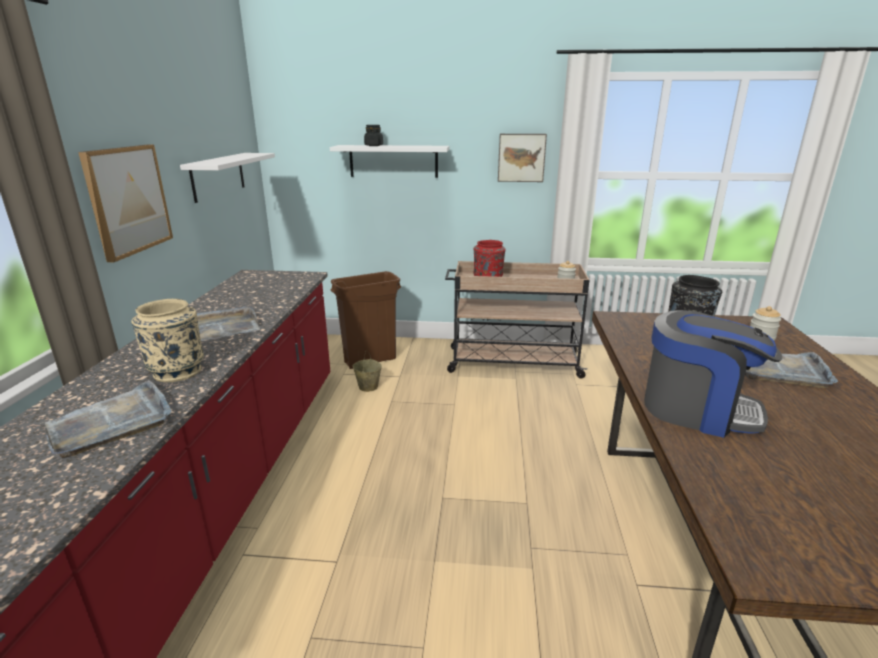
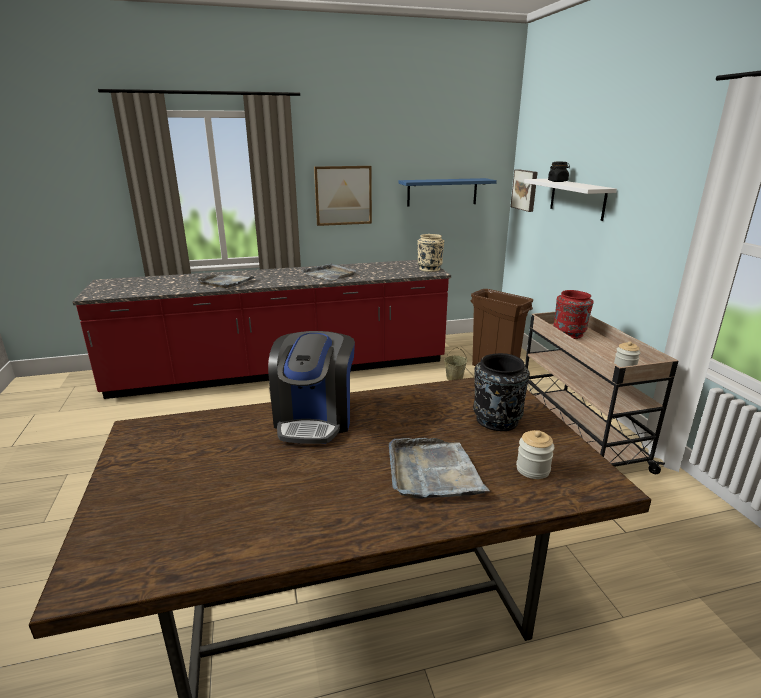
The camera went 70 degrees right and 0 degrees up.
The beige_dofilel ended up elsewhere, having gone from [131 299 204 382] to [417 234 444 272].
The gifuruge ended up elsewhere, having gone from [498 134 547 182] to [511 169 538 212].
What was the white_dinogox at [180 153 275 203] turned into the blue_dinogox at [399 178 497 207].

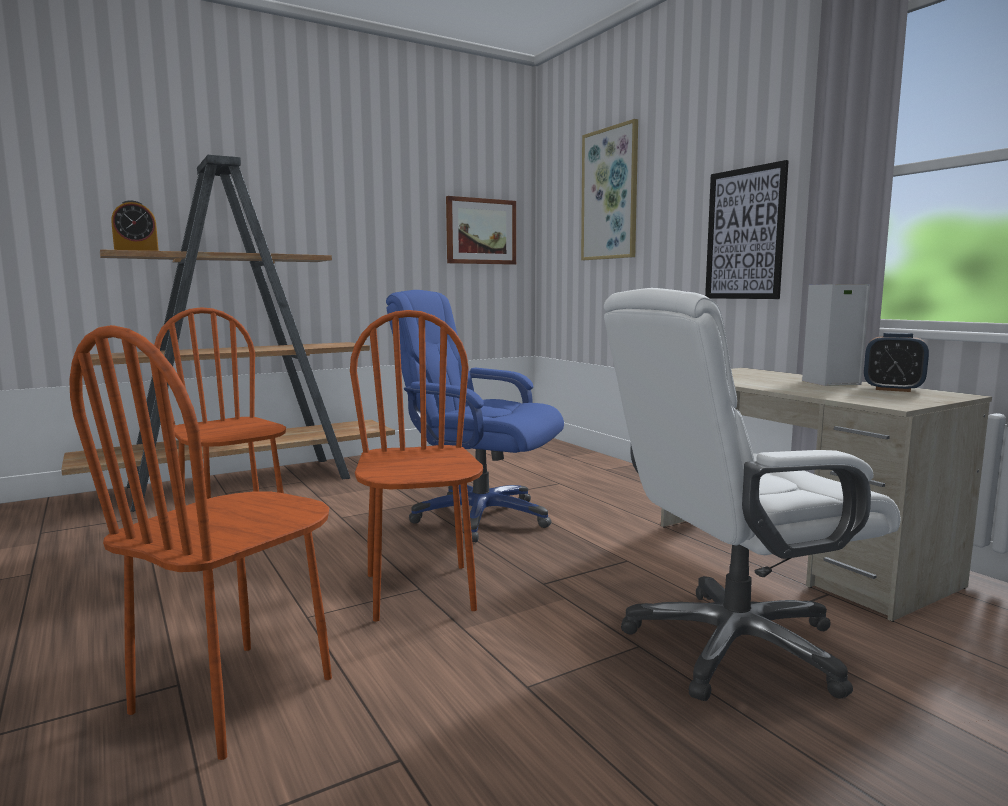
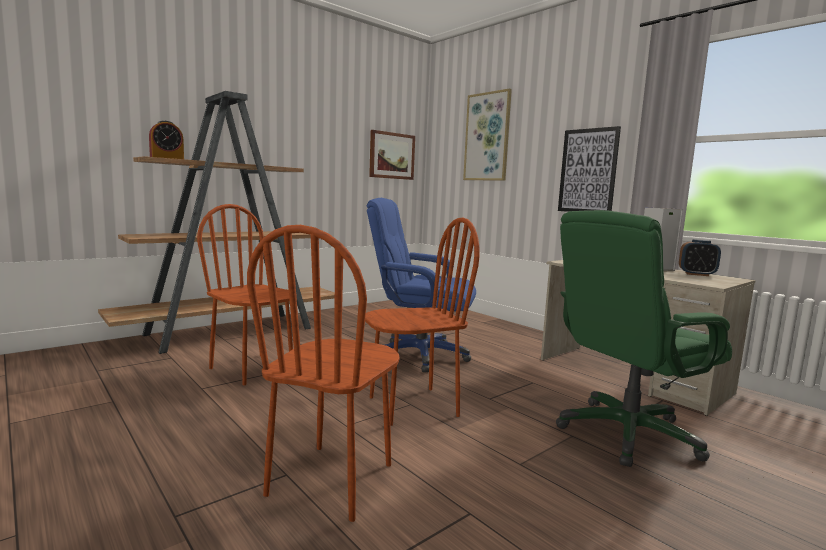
The camera went 10 degrees left and 0 degrees up.
What was the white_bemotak at [604 288 901 701] turned into the green_bemotak at [556 210 732 467].
The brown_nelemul at [350 310 483 622] ended up facing another way, 90 degrees clockwise from before.

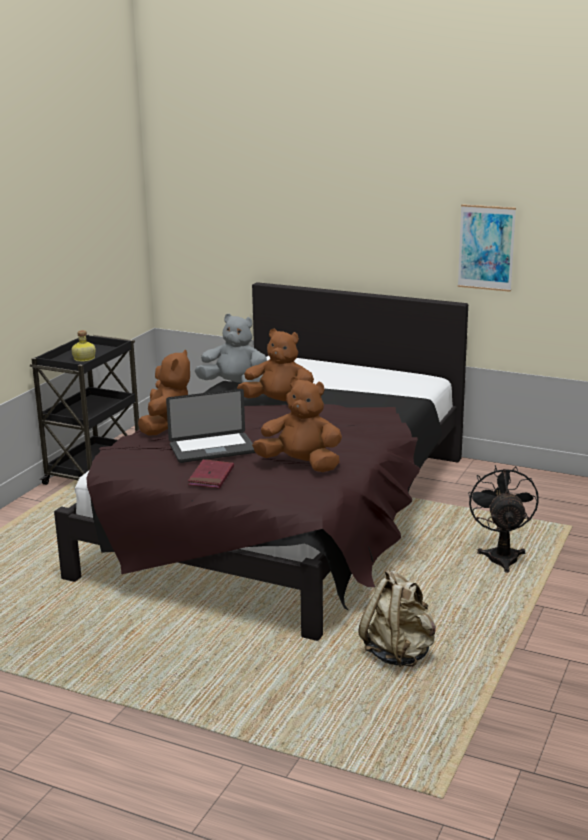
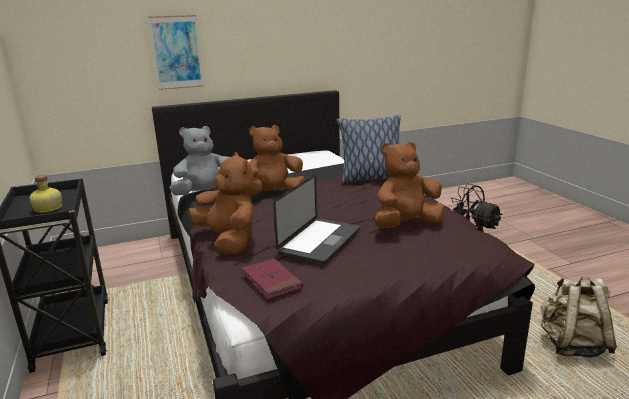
The camera went 45 degrees left and 0 degrees up.
The second view gained the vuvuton at [336 115 401 184].
The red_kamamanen ended up elsewhere, having gone from [188 459 234 489] to [242 259 303 300].
The gifuruge ended up elsewhere, having gone from [458 204 516 292] to [148 15 204 90].

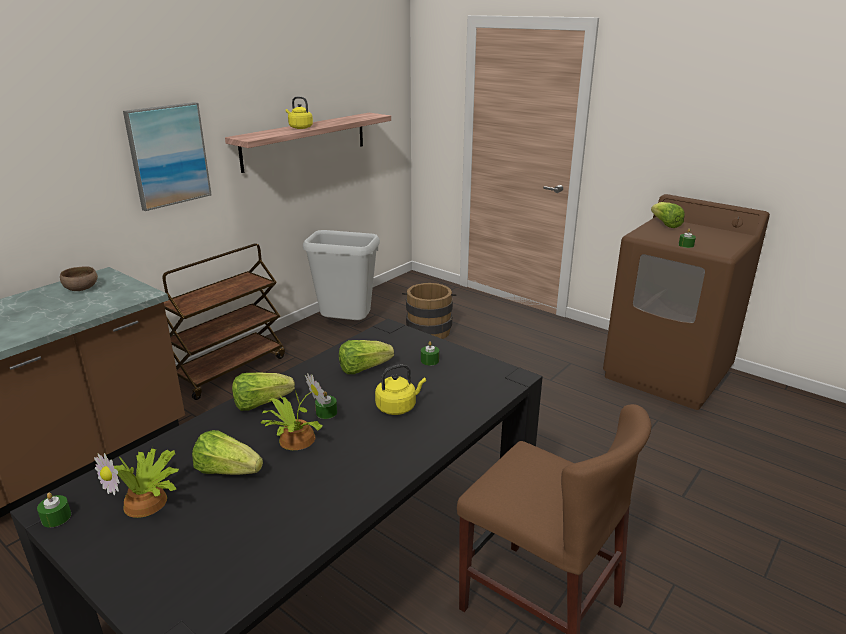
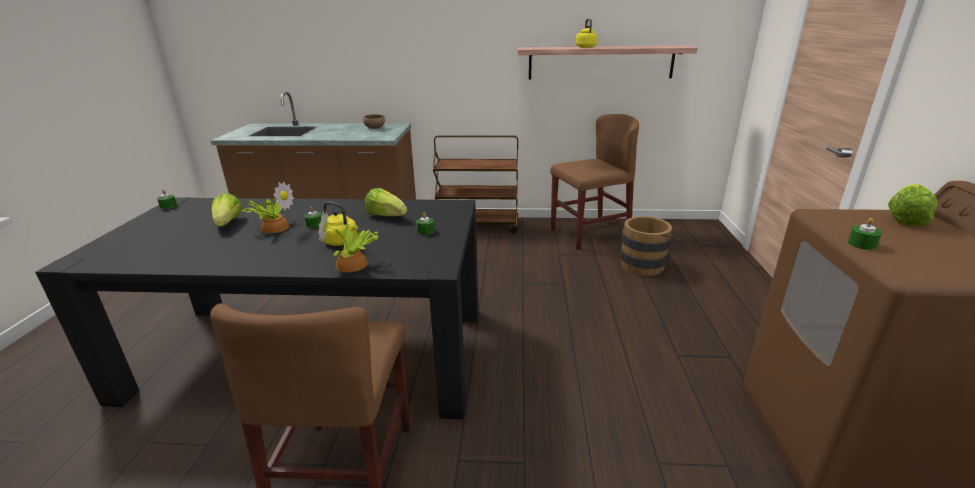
The camera went 55 degrees right and 0 degrees up.
The second view lost the gifuruge at [123 102 212 211].
The second view lost the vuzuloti at [232 372 295 411].
The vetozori ended up elsewhere, having gone from [94 449 179 518] to [318 210 379 272].
Where the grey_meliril stood at [303 230 380 320], the brown_nelemul came to stand at [550 114 639 250].

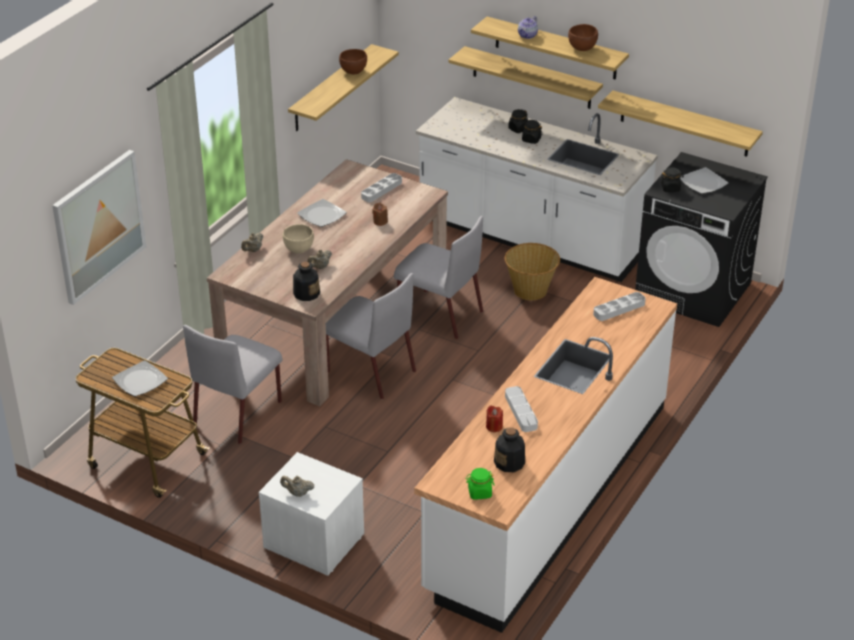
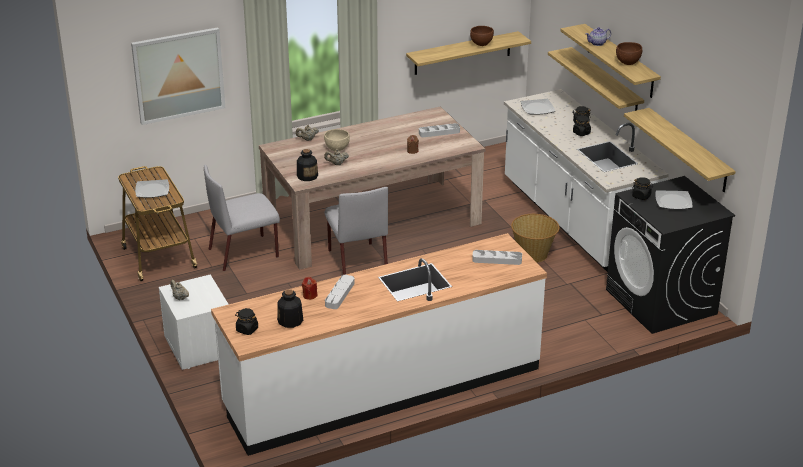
The camera went 35 degrees right and 5 degrees down.
The second view lost the grey_nelemul at [394 216 483 339].
The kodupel ended up elsewhere, having gone from [297 199 347 227] to [521 99 555 115].
What was the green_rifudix at [465 468 495 499] turned into the black_rifudix at [235 308 258 335].

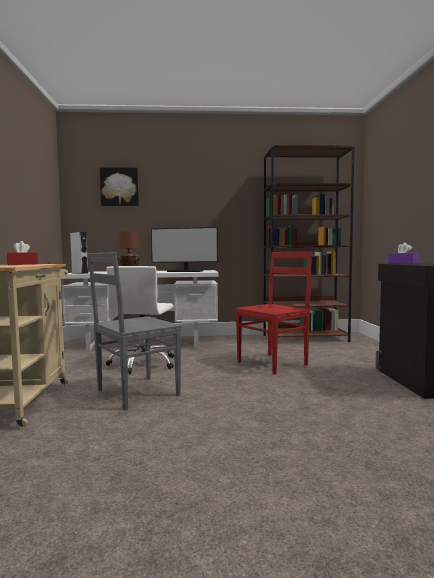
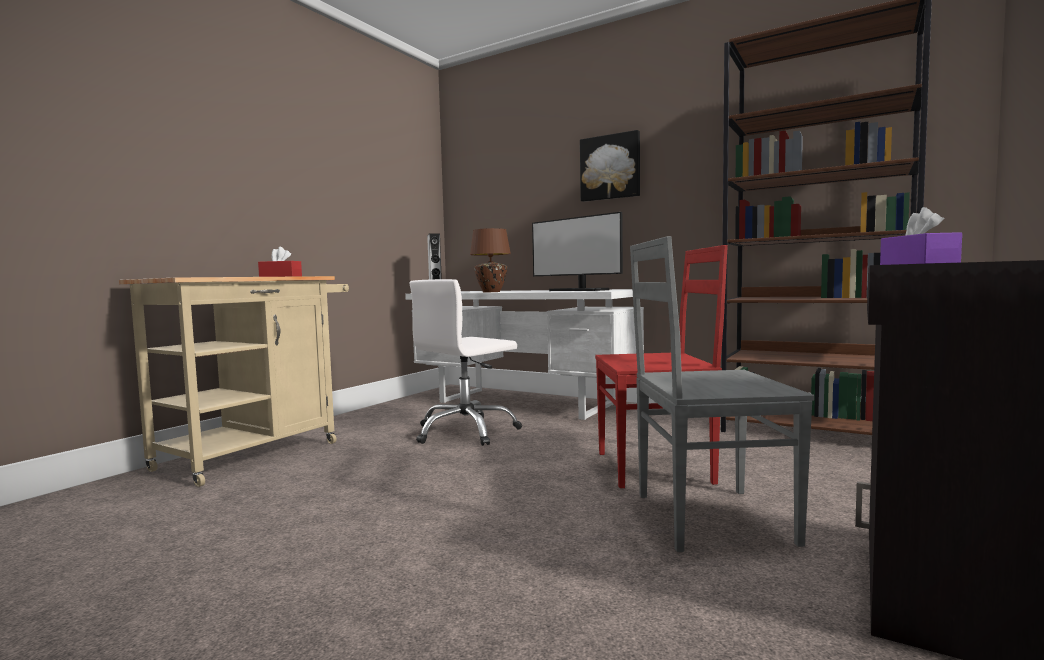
The camera went 35 degrees right and 0 degrees up.
The grey_nelemul ended up elsewhere, having gone from [88 252 182 410] to [630 236 814 552].
The gifuruge ended up elsewhere, having gone from [100 167 139 206] to [580 130 640 202].

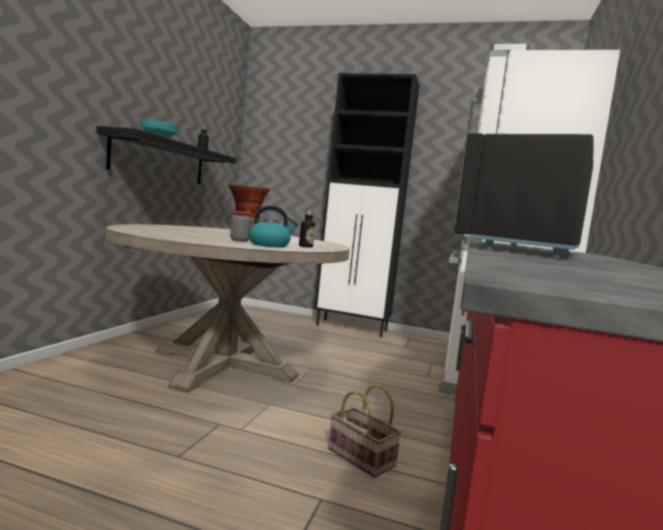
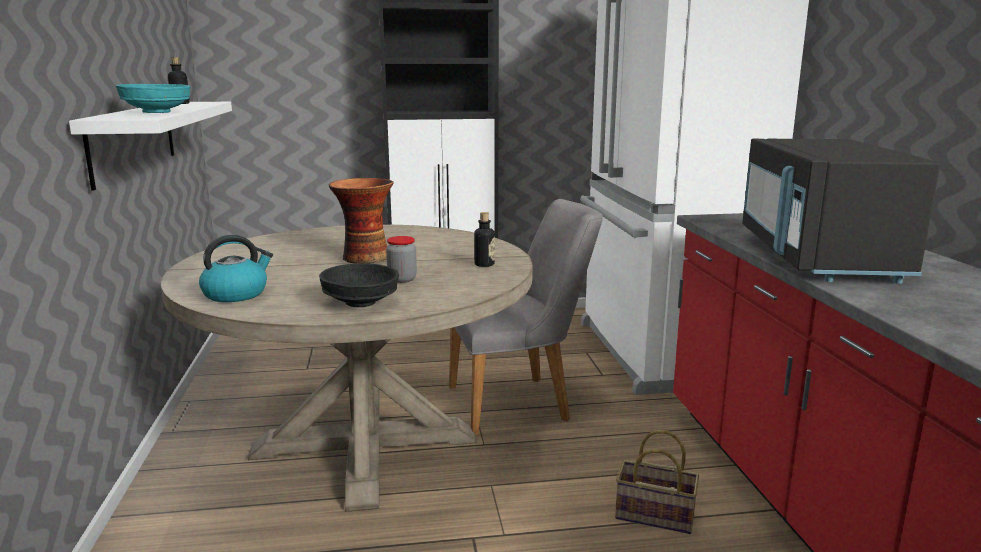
The camera went 25 degrees left and 10 degrees up.
The second view gained the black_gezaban at [319 263 399 307].
The second view gained the grey_nelemul at [449 199 603 436].
The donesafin ended up elsewhere, having gone from [249 205 298 247] to [199 235 273 302].
What was the black_dinogox at [96 126 236 184] turned into the white_dinogox at [69 102 232 191].

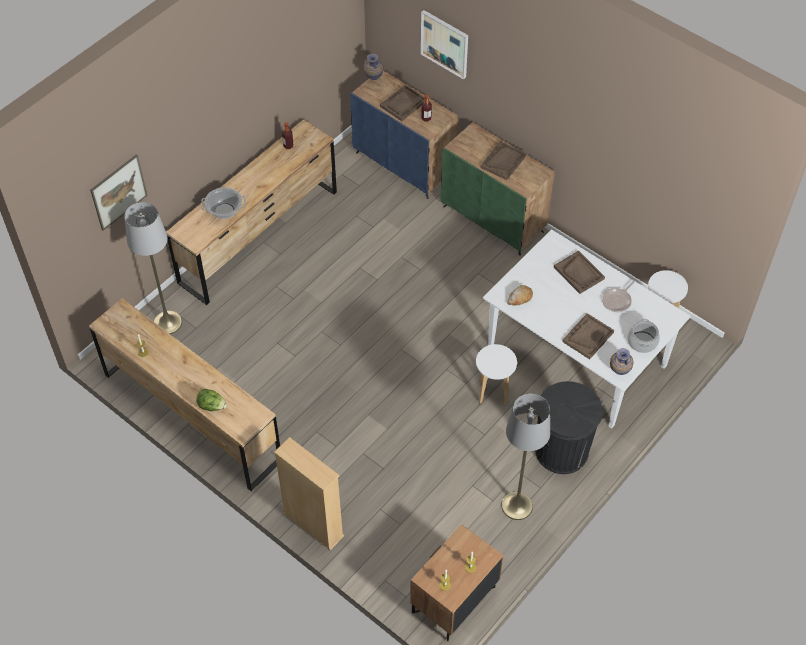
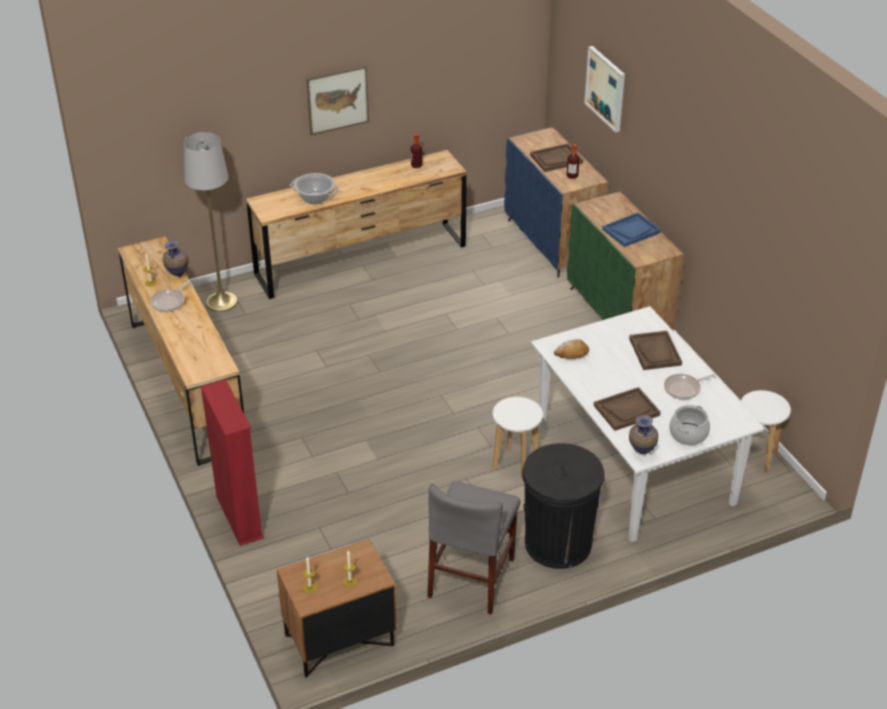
The camera went 25 degrees right and 15 degrees down.
The second view lost the vuzuloti at [196 389 227 411].
The second view gained the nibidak at [150 280 191 312].
The gifuruge ended up elsewhere, having gone from [90 154 148 231] to [306 66 369 135].
The dofilel ended up elsewhere, having gone from [364 54 384 80] to [163 240 188 277].
Where the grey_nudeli stood at [501 393 550 520], the grey_nelemul came to stand at [427 481 520 615].
What was the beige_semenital at [274 437 344 550] turned into the red_semenital at [201 379 264 546].
What was the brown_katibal at [480 141 527 180] turned into the blue_katibal at [602 212 661 247].

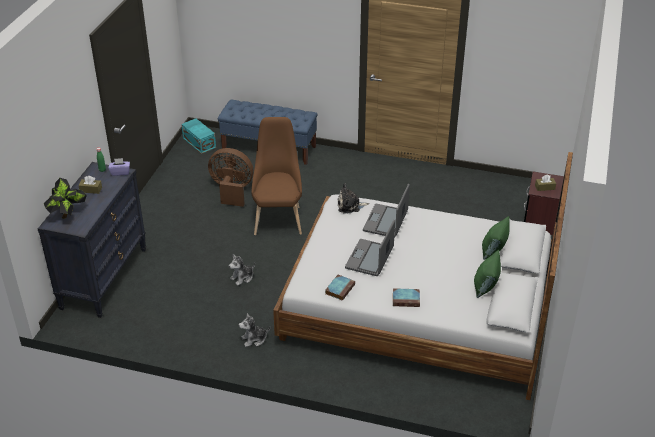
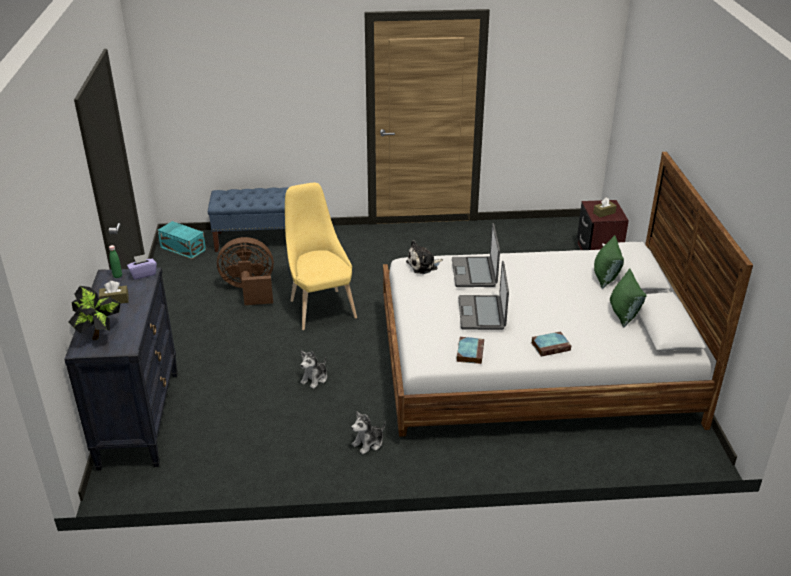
The camera went 20 degrees left and 5 degrees down.
What was the brown_nelemul at [251 117 302 235] turned into the yellow_nelemul at [285 183 357 330].

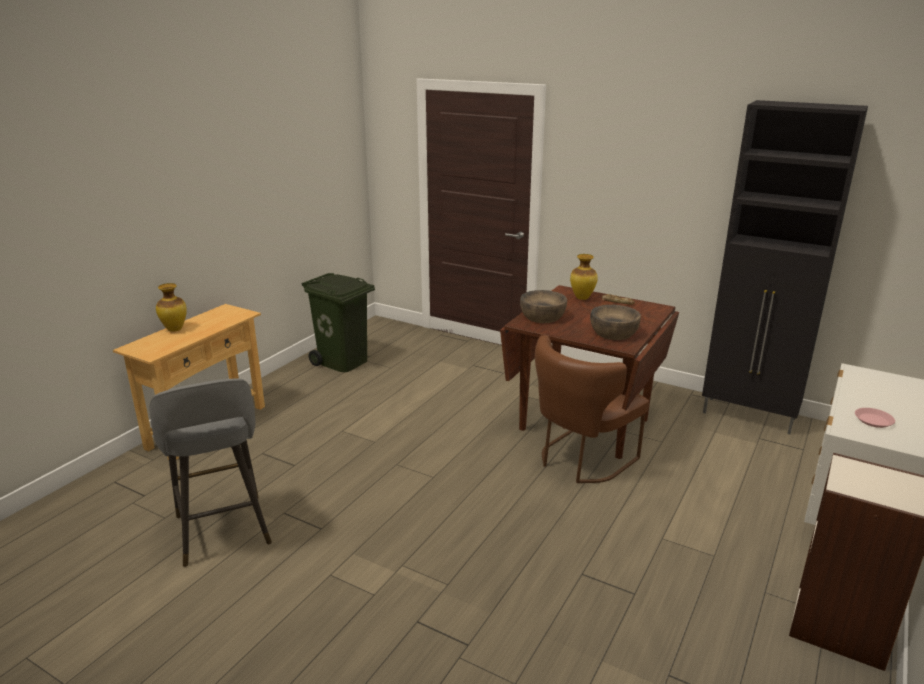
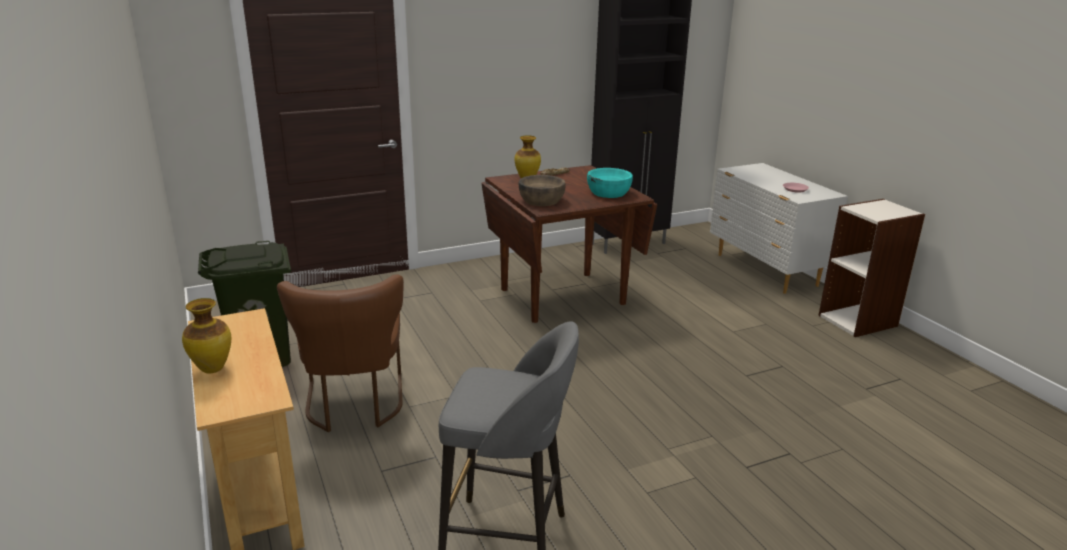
The camera went 55 degrees left and 0 degrees up.
The brown_nelemul ended up elsewhere, having gone from [535 335 649 483] to [277 274 404 432].
What was the brown_gezaban at [590 305 641 340] turned into the turquoise_gezaban at [587 168 633 198].

